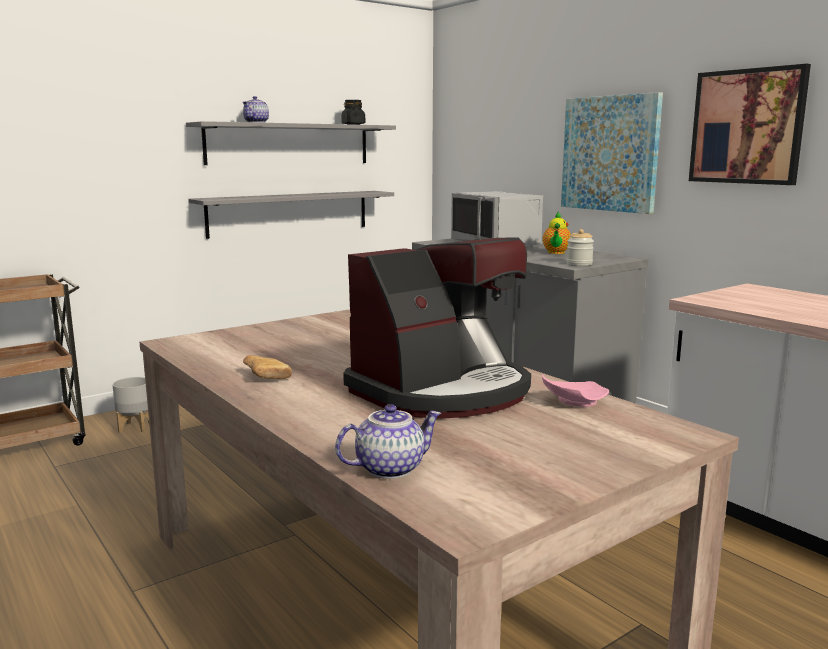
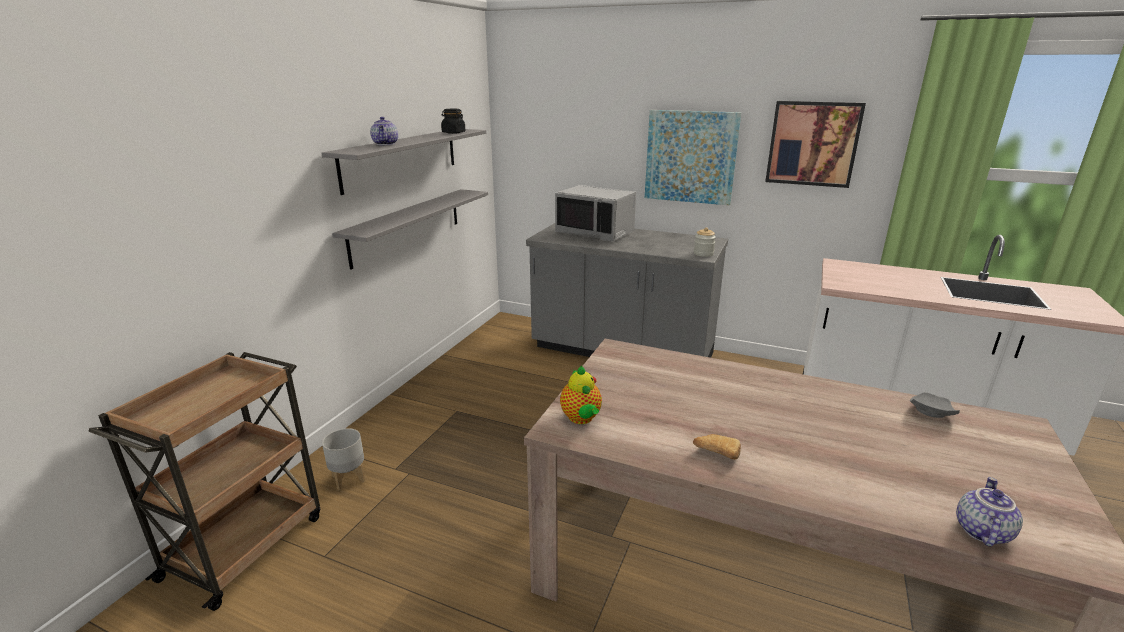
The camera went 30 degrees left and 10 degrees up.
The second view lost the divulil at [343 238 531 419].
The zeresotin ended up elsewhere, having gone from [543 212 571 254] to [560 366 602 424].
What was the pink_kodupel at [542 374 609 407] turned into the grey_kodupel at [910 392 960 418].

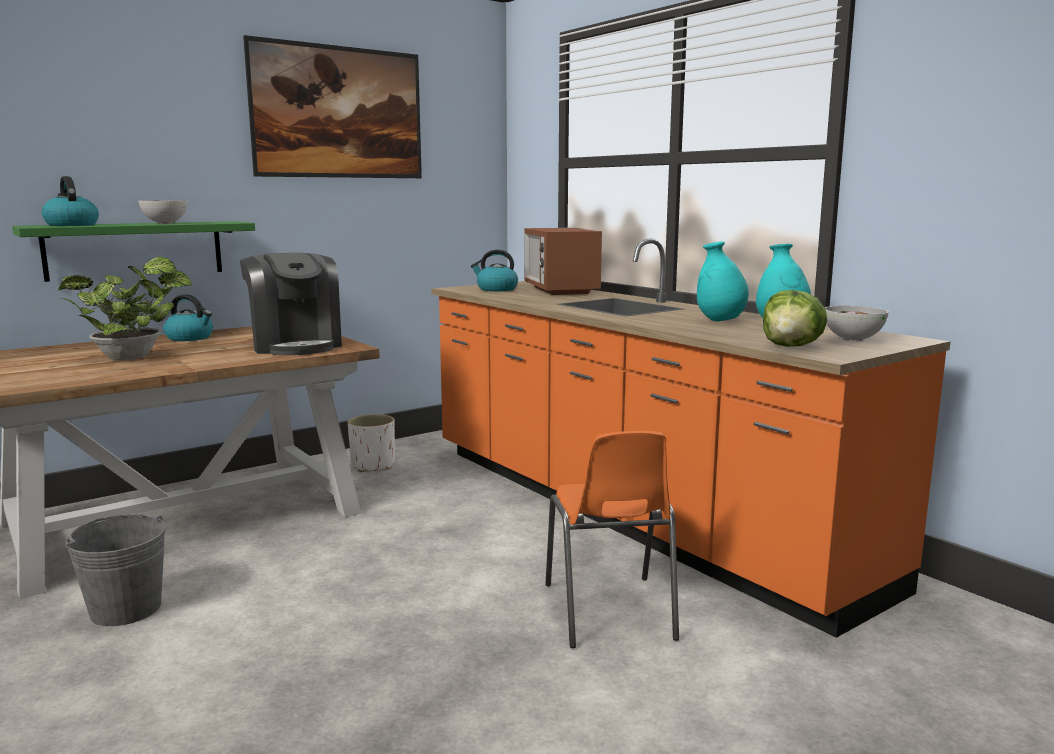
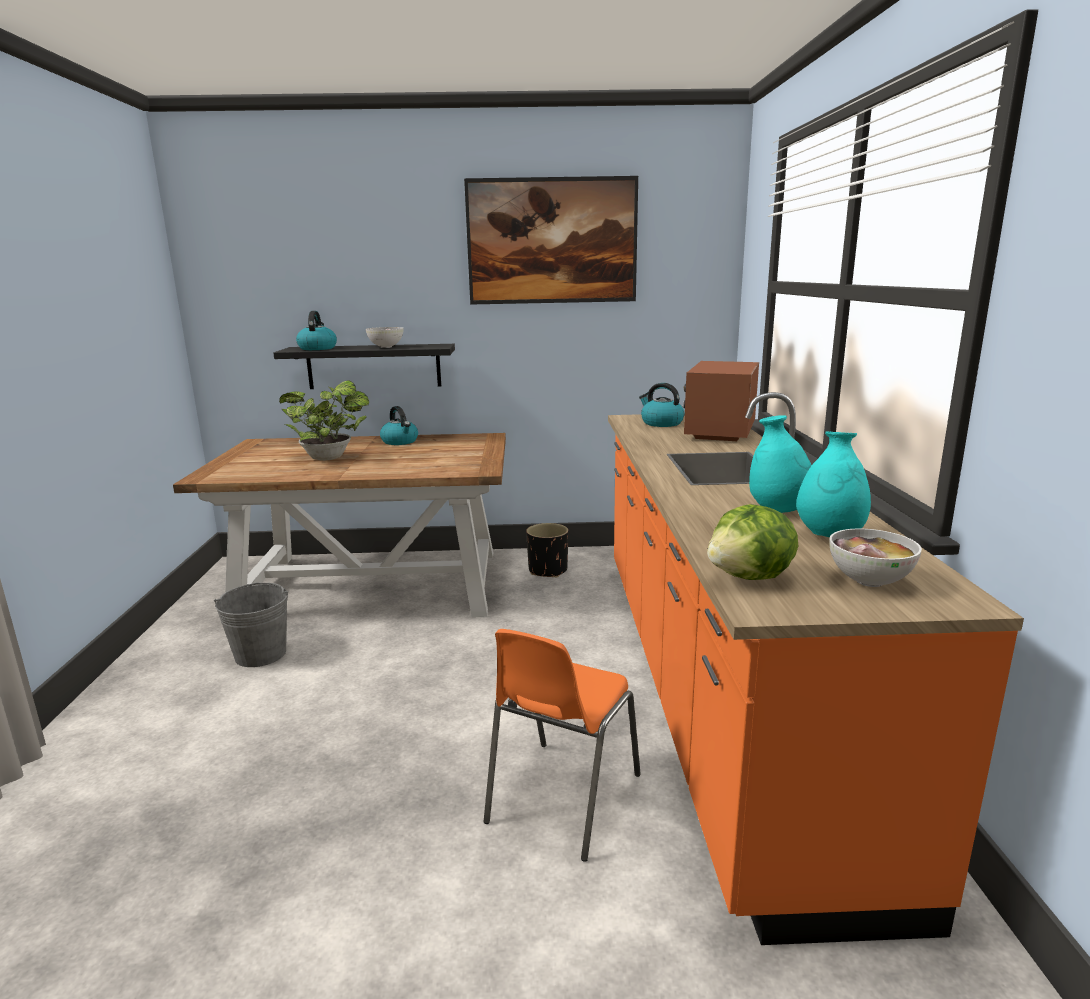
The camera went 35 degrees right and 5 degrees up.
The second view lost the divulil at [240 253 342 355].
What was the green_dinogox at [12 221 255 282] turned into the black_dinogox at [273 344 455 389].
What was the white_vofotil at [348 414 395 472] turned into the black_vofotil at [526 523 568 577].

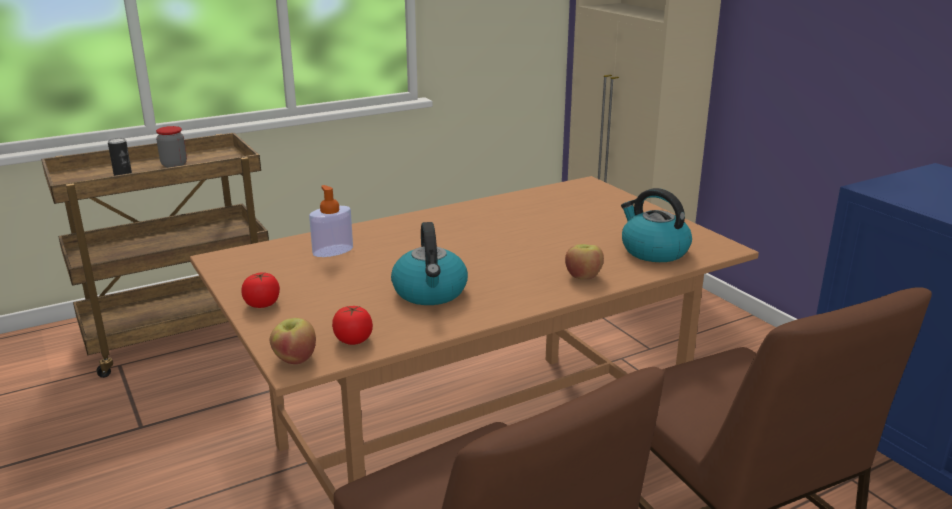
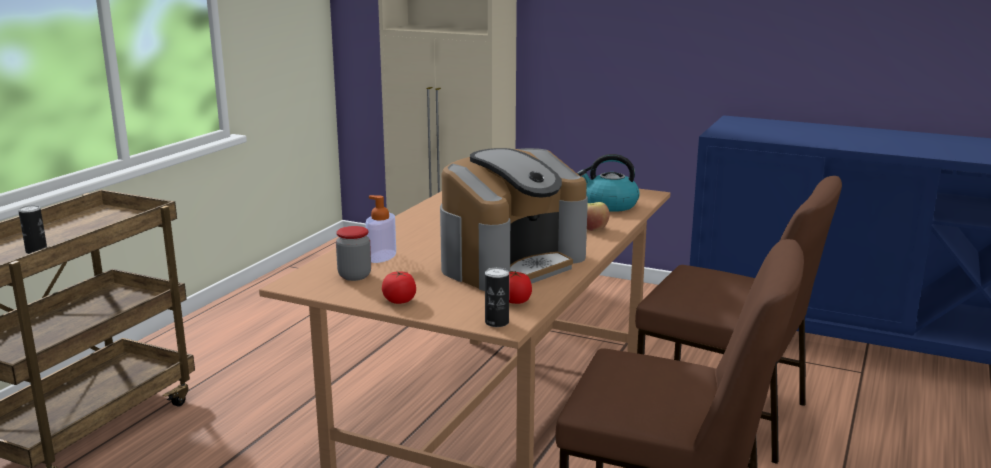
The camera went 35 degrees left and 5 degrees down.
The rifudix ended up elsewhere, having gone from [156 126 187 168] to [336 226 371 281].
Where the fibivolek stood at [270 318 316 364], the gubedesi came to stand at [485 267 509 327].
Where the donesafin stood at [391 222 468 305], the divulil came to stand at [440 148 588 291].

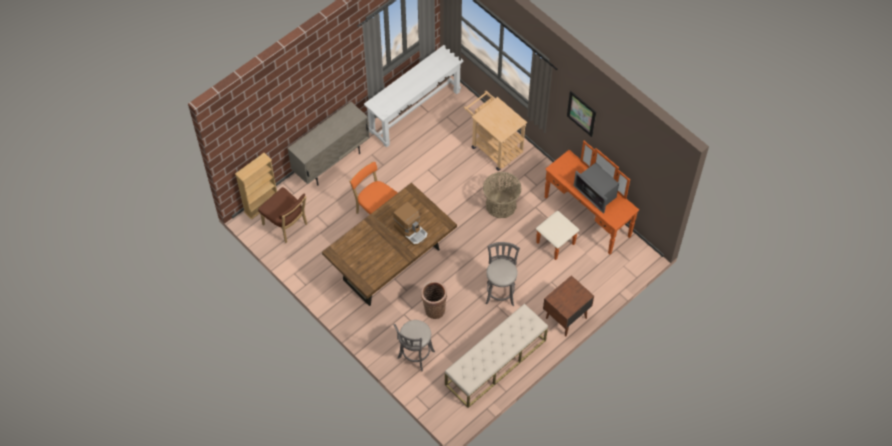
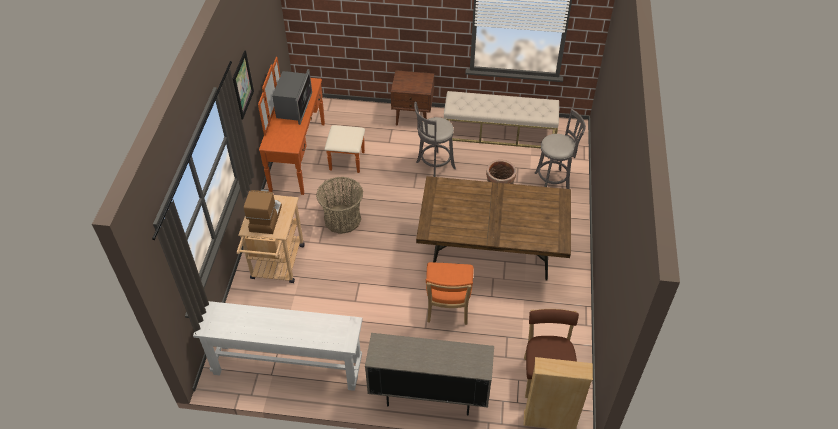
The camera went 130 degrees left and 10 degrees down.
The divulil ended up elsewhere, having gone from [393 202 428 246] to [244 189 282 234].

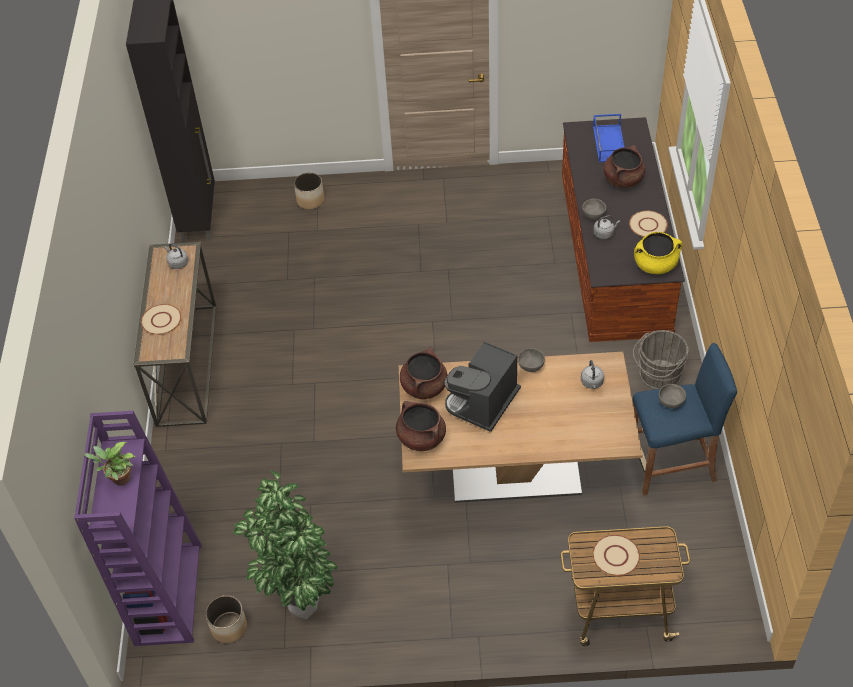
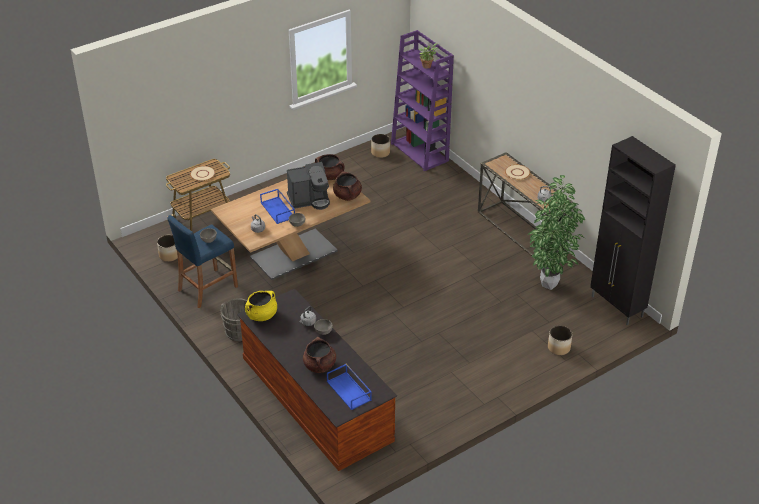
The camera went 145 degrees right and 10 degrees down.
The second view lost the beige_kodupel at [629 211 668 237].
The second view gained the vofotil at [157 235 178 262].
The second view gained the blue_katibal at [260 189 295 224].
The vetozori ended up elsewhere, having gone from [233 471 338 620] to [528 175 586 290].
The divulil at [444 341 521 432] ended up facing another way, 75 degrees clockwise from before.

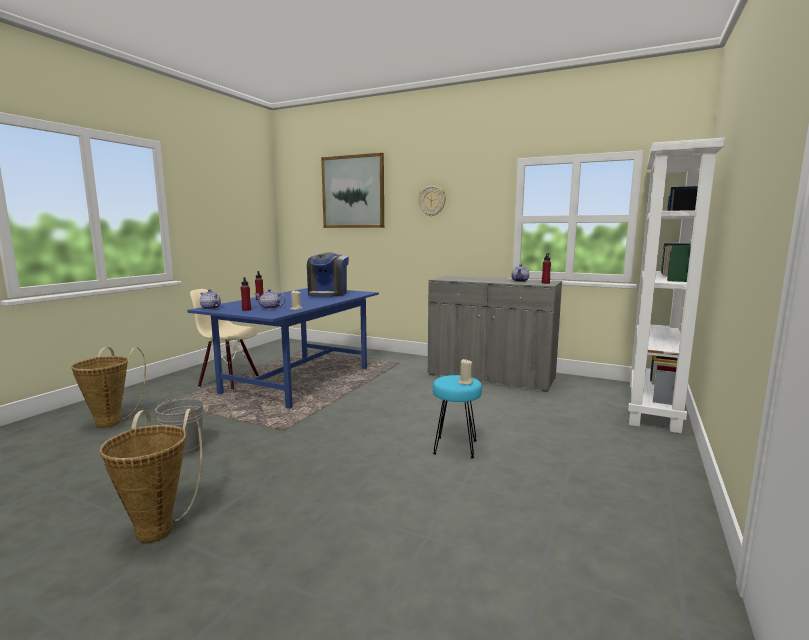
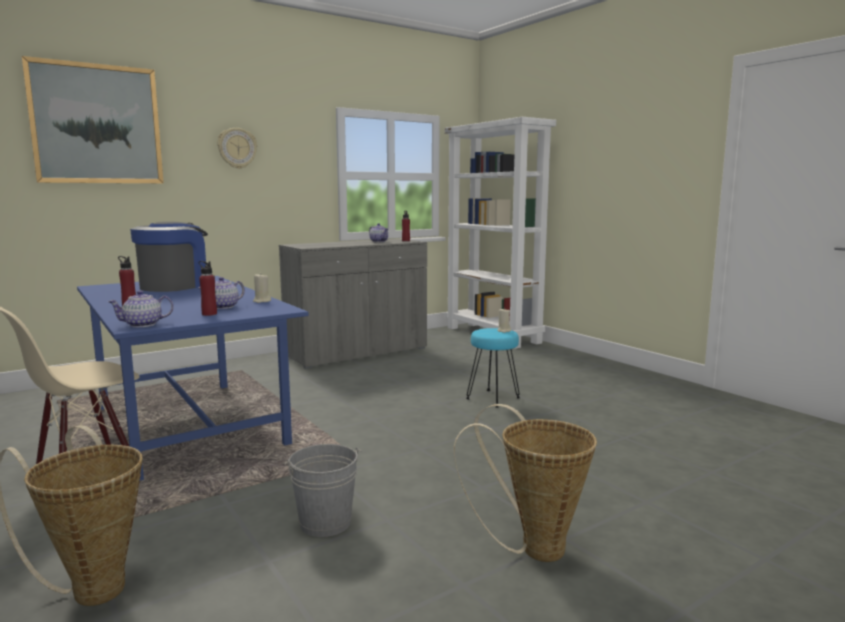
The camera went 60 degrees left and 0 degrees up.
The divulil at [307 252 349 297] ended up facing another way, 105 degrees counterclockwise from before.

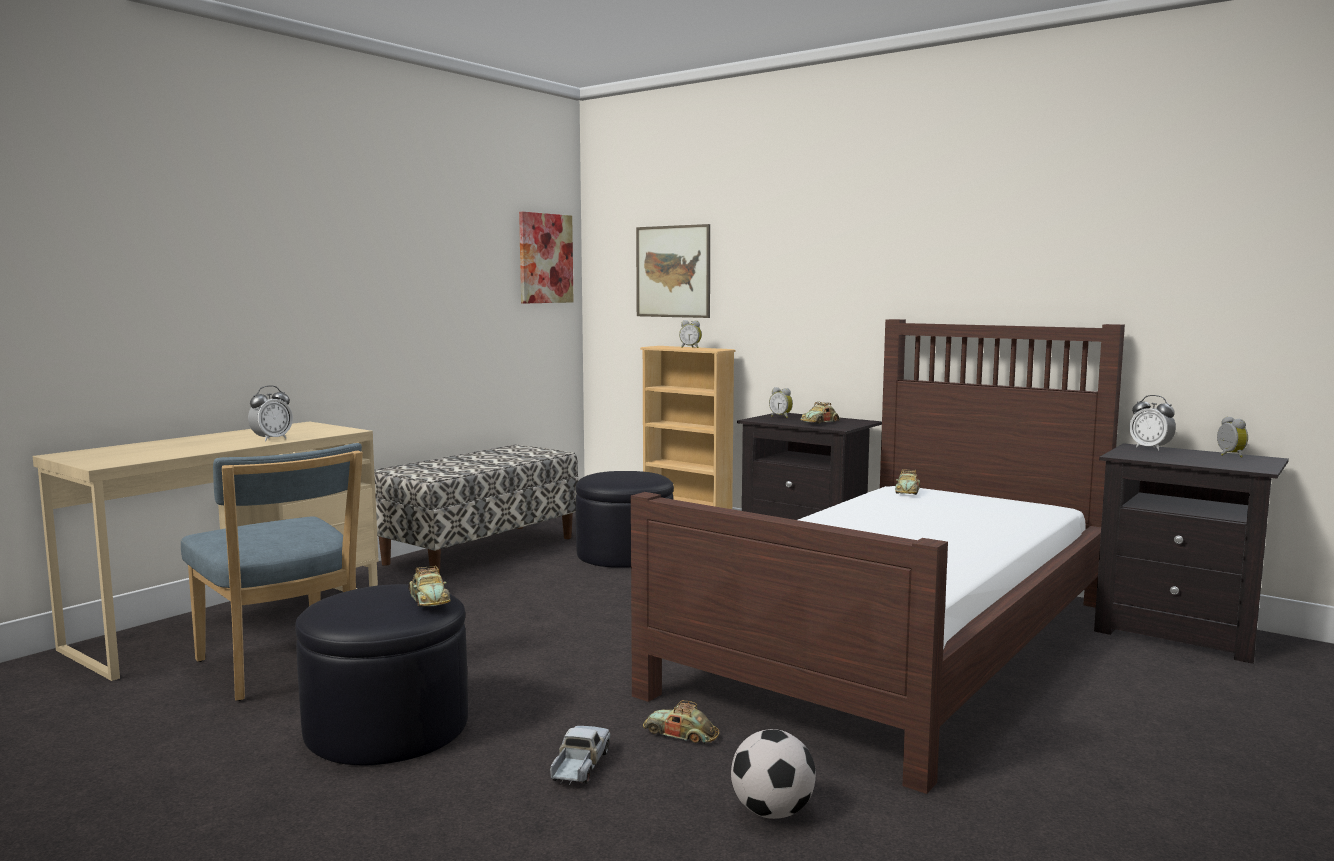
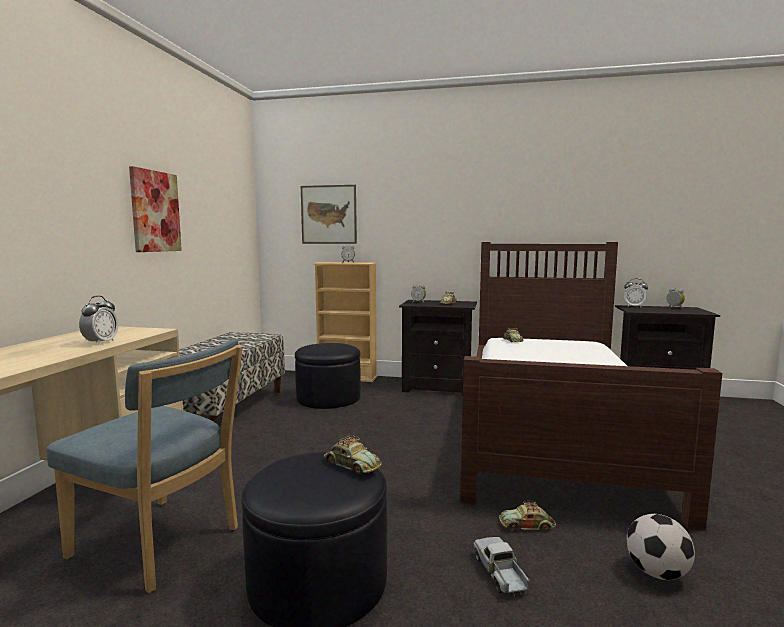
The camera went 25 degrees left and 0 degrees up.
The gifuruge ended up elsewhere, having gone from [519 212 573 303] to [129 166 182 252].

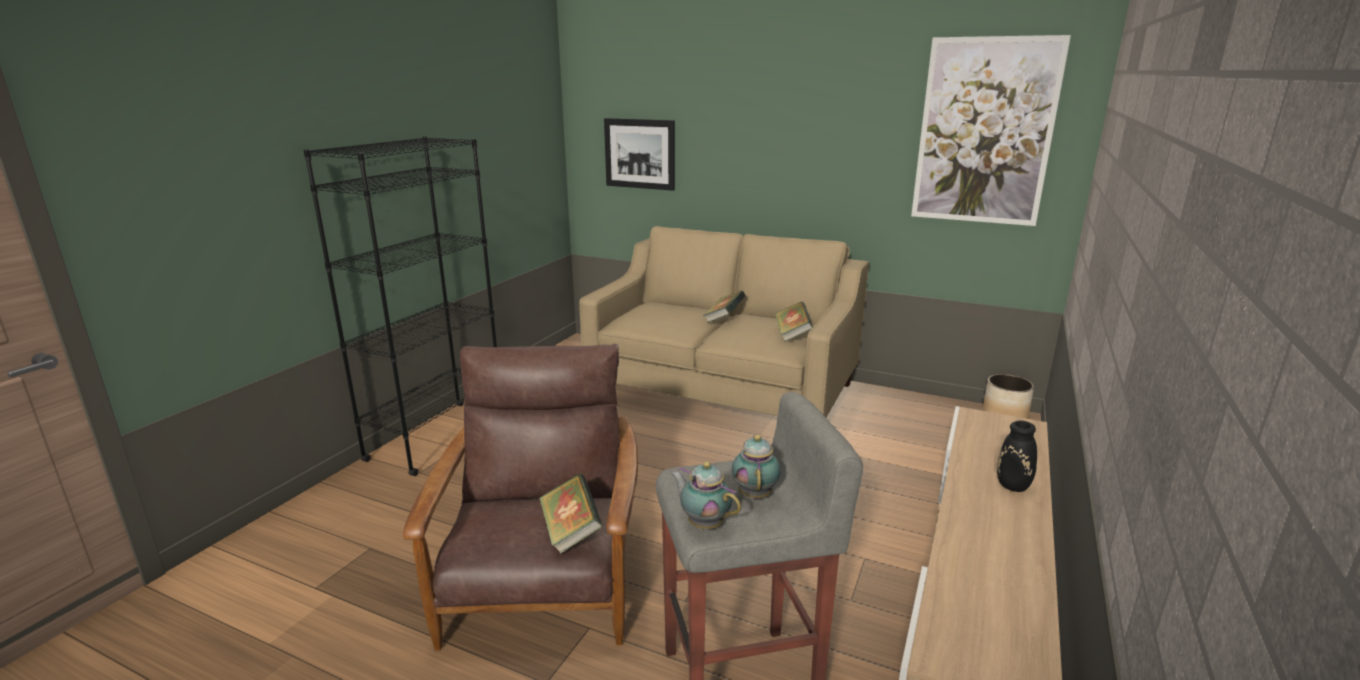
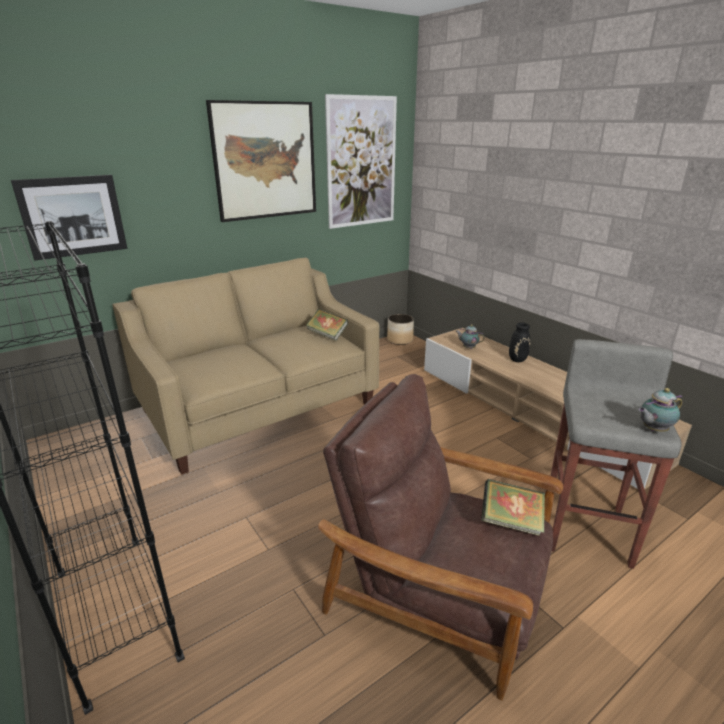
The camera went 60 degrees left and 5 degrees up.
The second view lost the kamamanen at [703 291 746 323].
The second view gained the gifuruge at [206 100 316 222].
The zeresotin ended up elsewhere, having gone from [732 435 781 499] to [456 324 485 349].

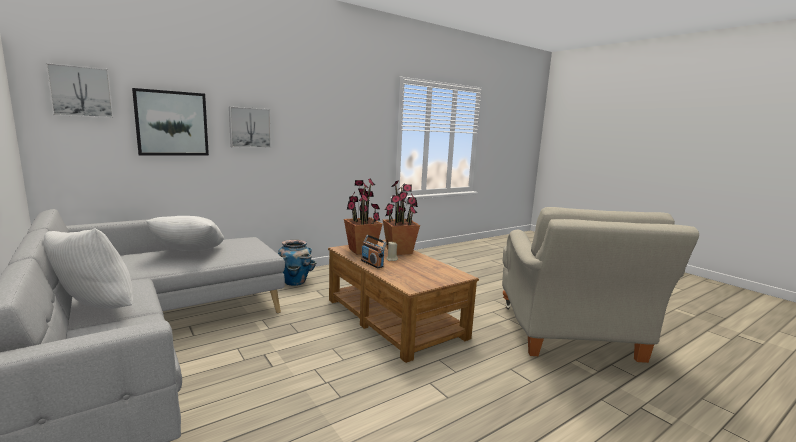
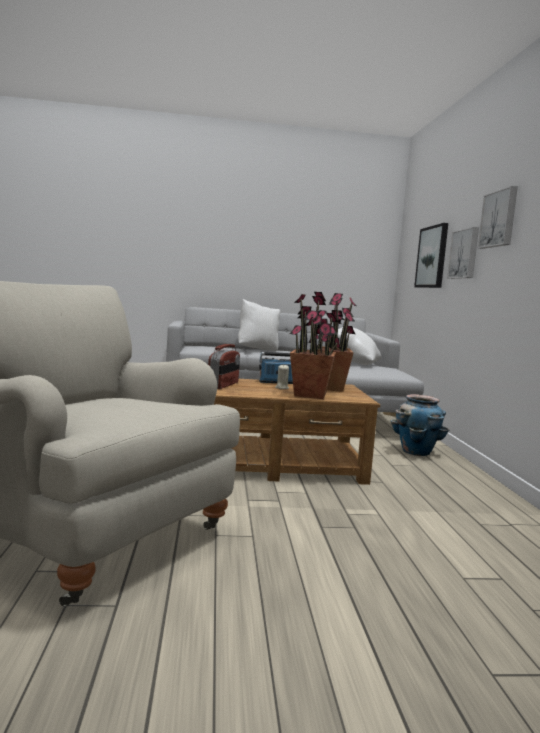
The camera went 120 degrees right and 5 degrees down.
The second view gained the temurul at [208 344 240 389].
The gifuruge ended up elsewhere, having gone from [46 63 113 118] to [477 186 518 249].

